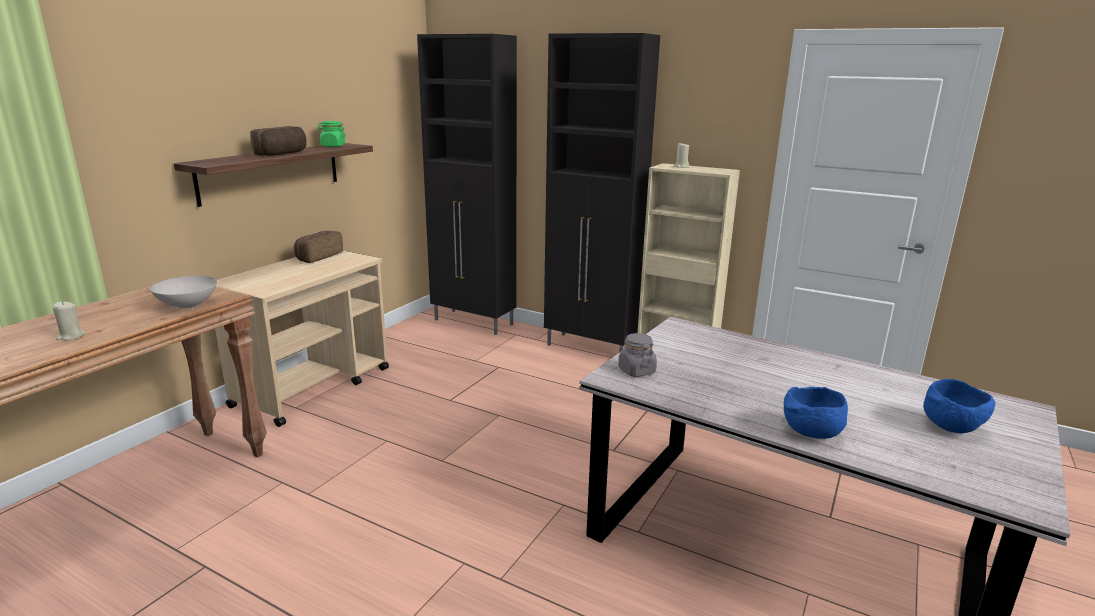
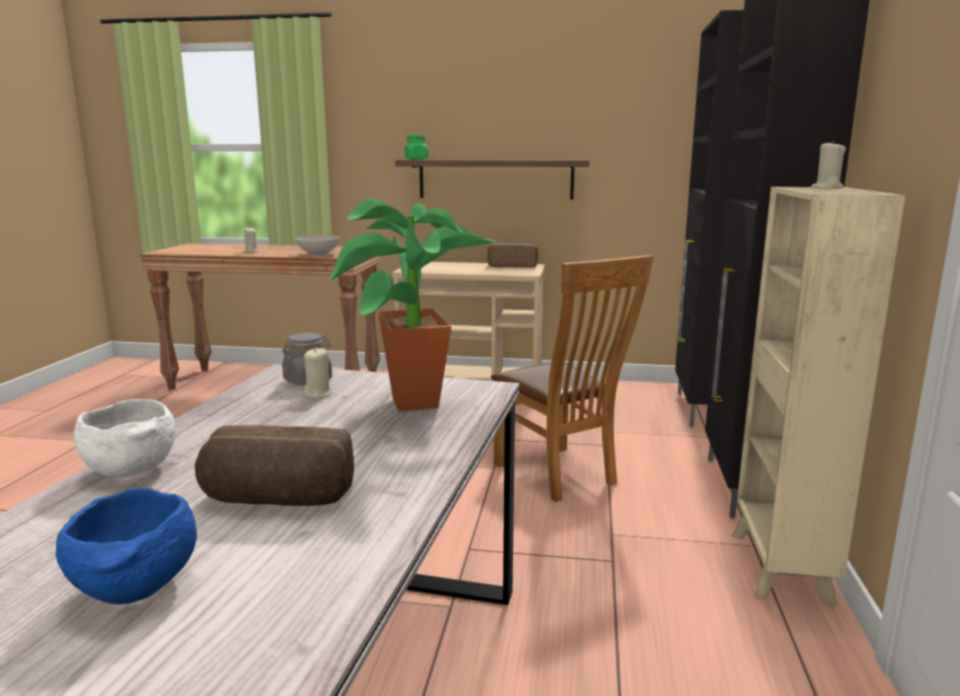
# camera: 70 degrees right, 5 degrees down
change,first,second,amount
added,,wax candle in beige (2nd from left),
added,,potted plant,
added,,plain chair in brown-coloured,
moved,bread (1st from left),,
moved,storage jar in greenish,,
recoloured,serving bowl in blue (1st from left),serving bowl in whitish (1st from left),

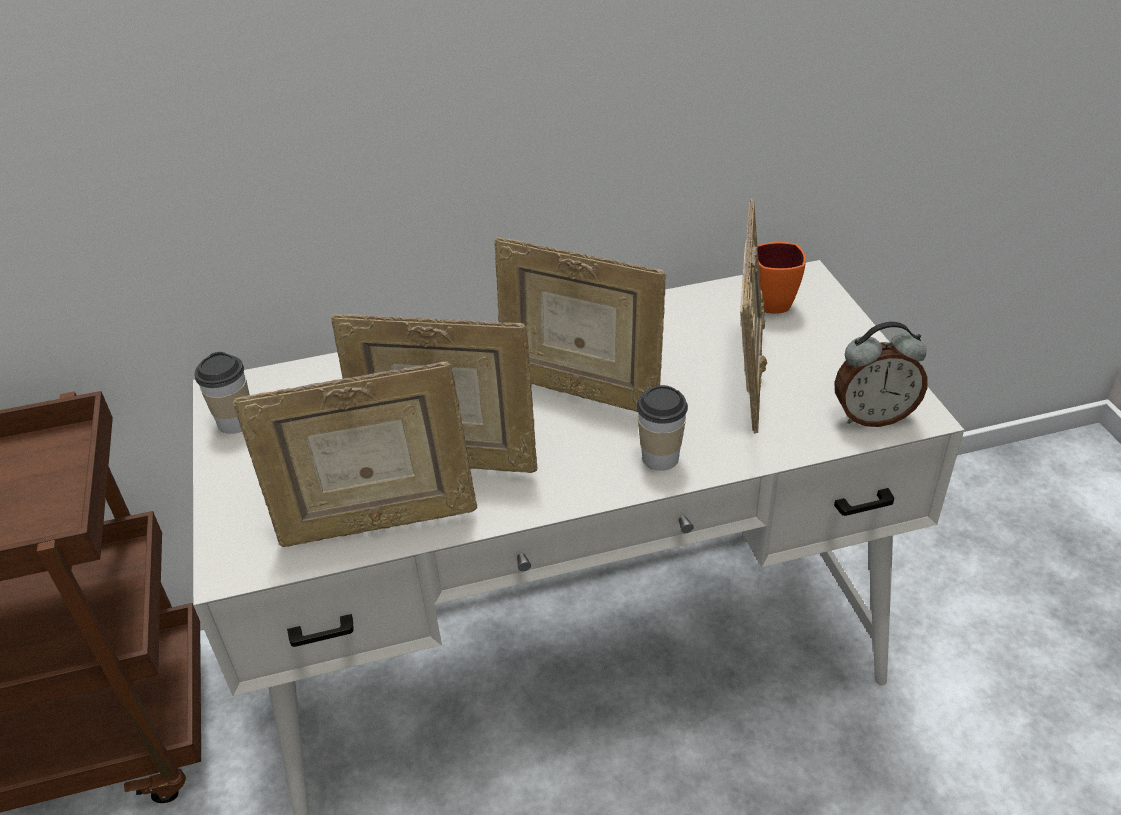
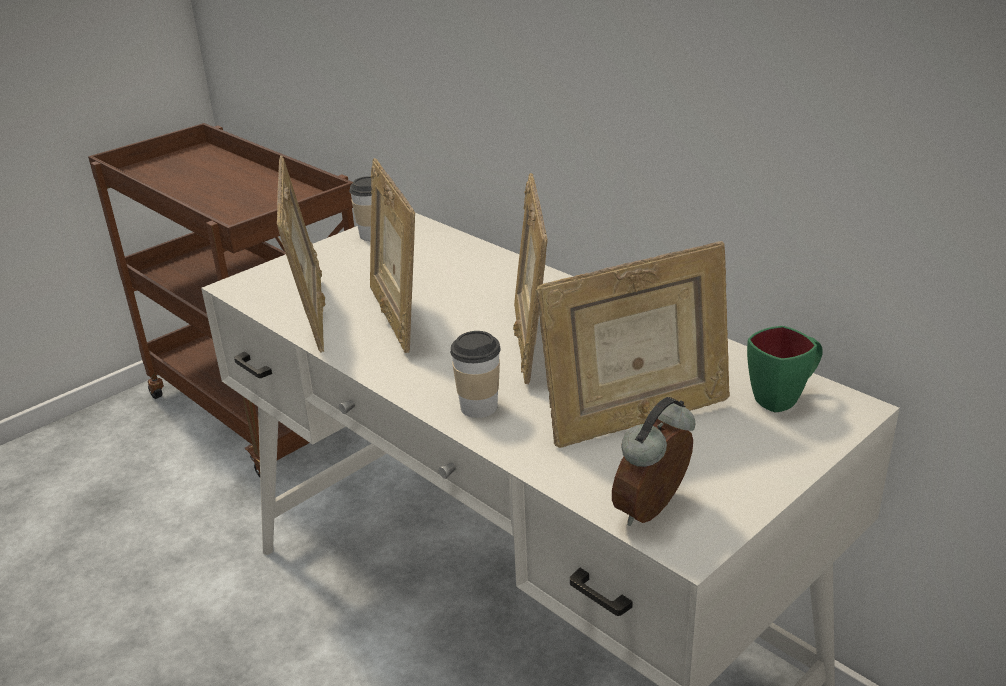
# camera: 60 degrees right, 10 degrees down
change,first,second,amount
recoloured,tea mug in orange-coloured,tea mug in greenish,
turned,photo frame (1st from left),,150 degrees counterclockwise
turned,alarm clock,,75 degrees clockwise

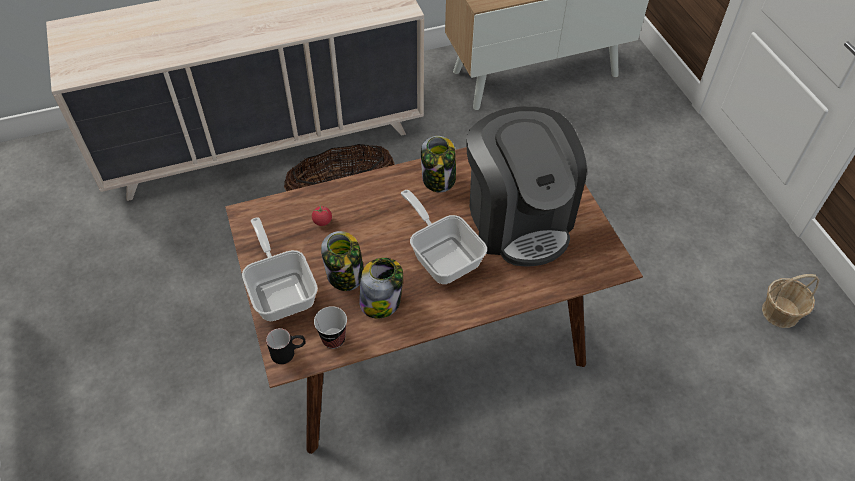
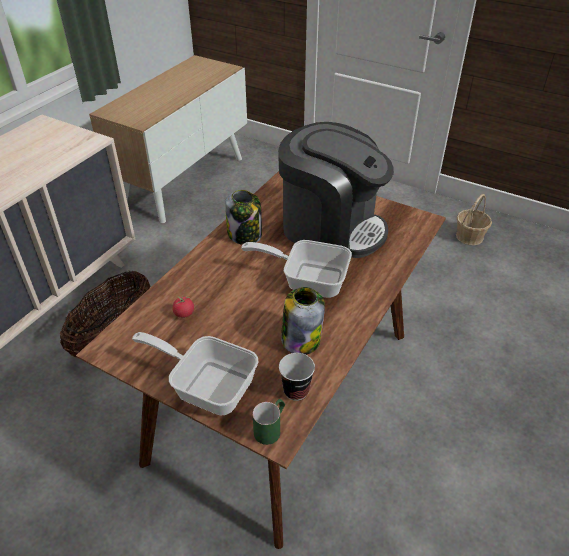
# camera: 40 degrees left, 10 degrees down
change,first,second,amount
removed,storage jar (1st from left),,
recoloured,tea mug in black,tea mug in greenish,

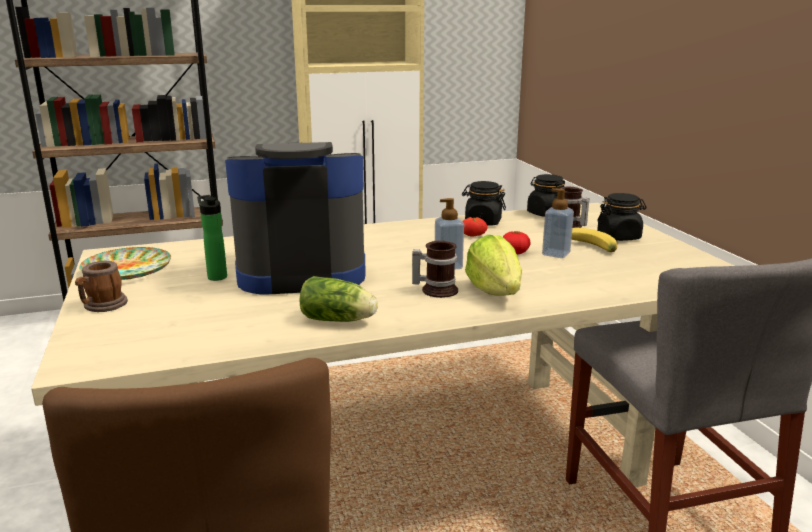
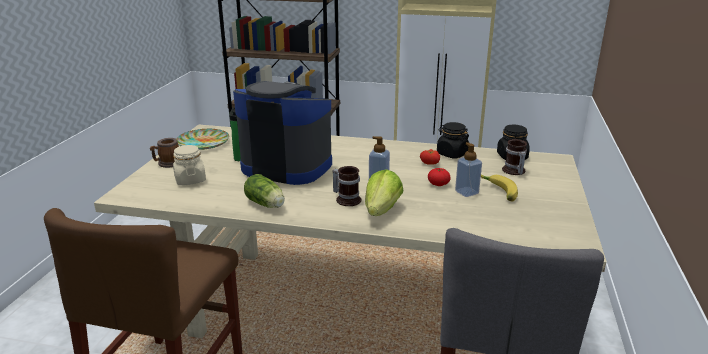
# camera: 30 degrees right, 5 degrees up
change,first,second,amount
removed,storage jar in black (3rd from left),,
added,,storage jar in beige,

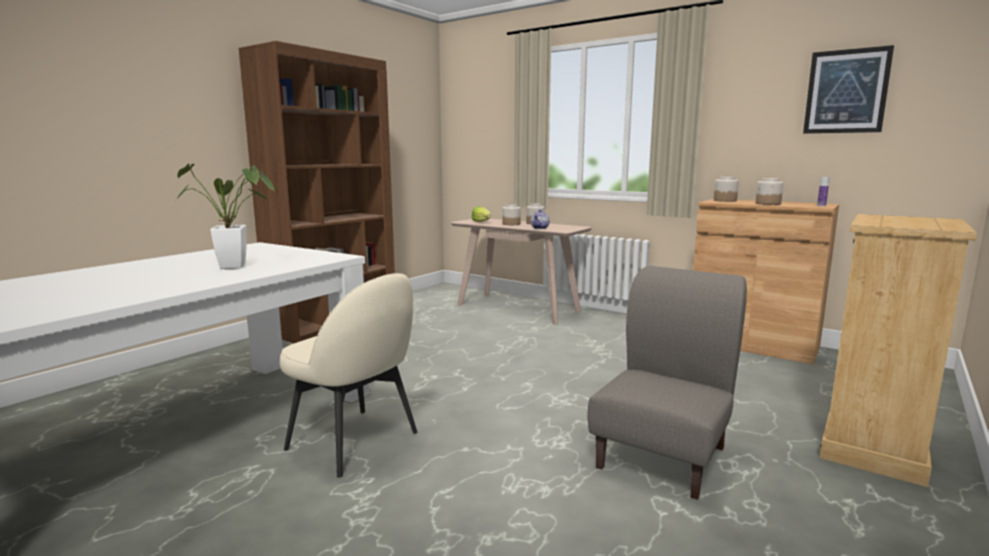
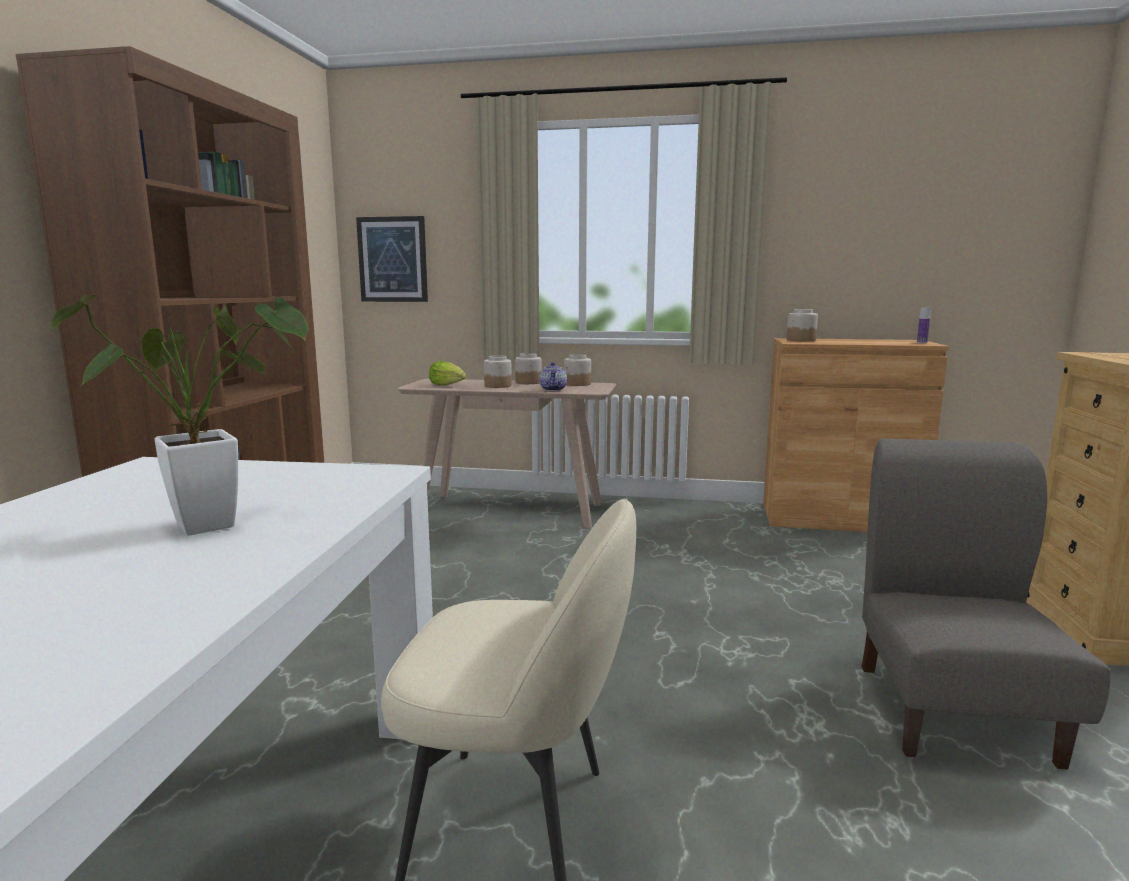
# camera: 25 degrees left, 0 degrees up
change,first,second,amount
moved,storage jar (4th from left in the first image),storage jar (3rd from left),
moved,wall picture,,

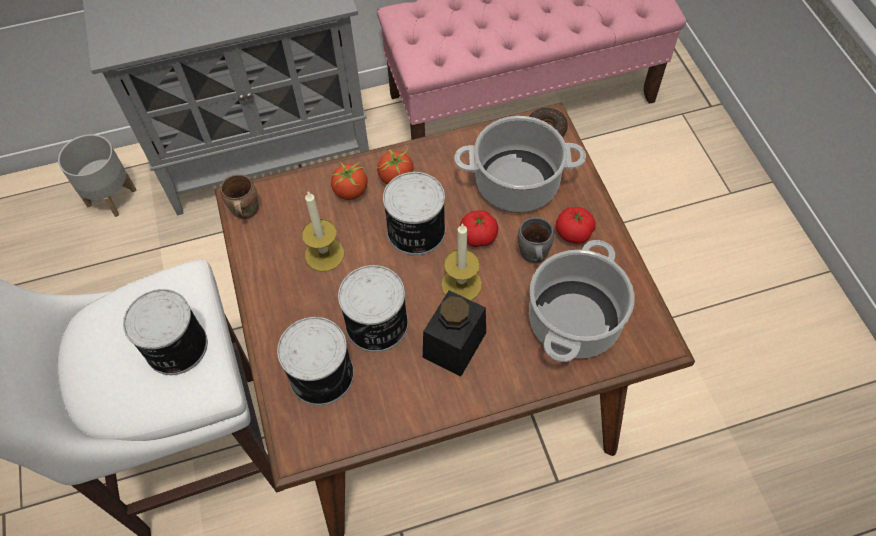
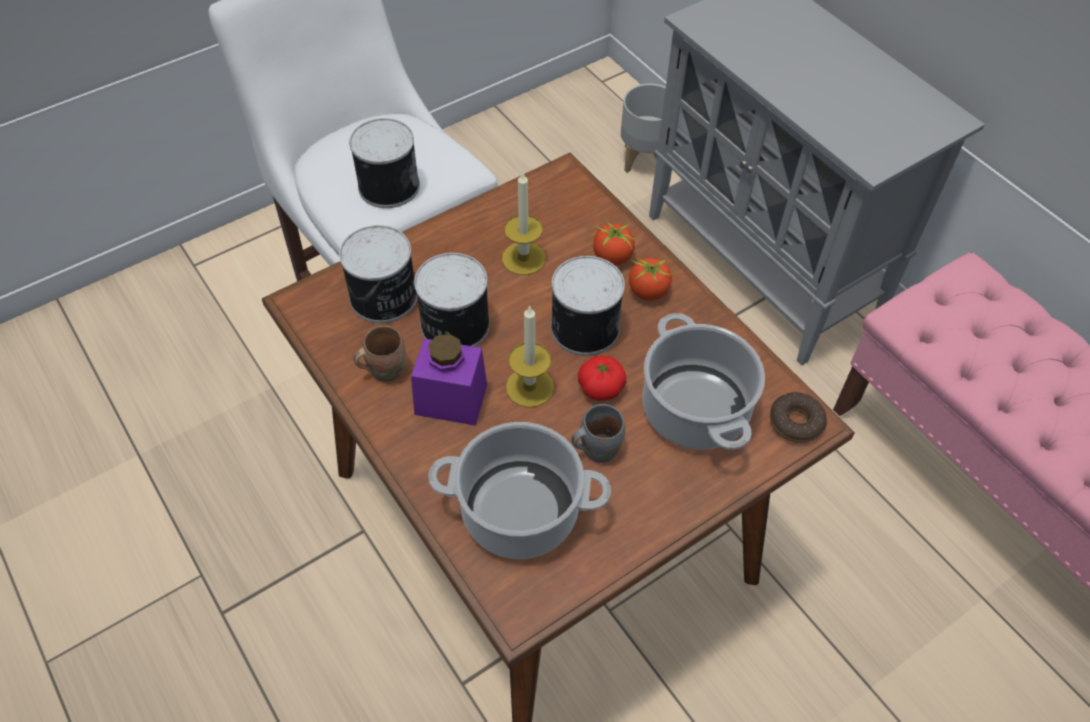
# camera: 70 degrees right, 5 degrees down
change,first,second,amount
removed,tomato (4th from left),,
moved,tea mug in brown-coloured,,
recoloured,storage jar in black,storage jar in purplish,

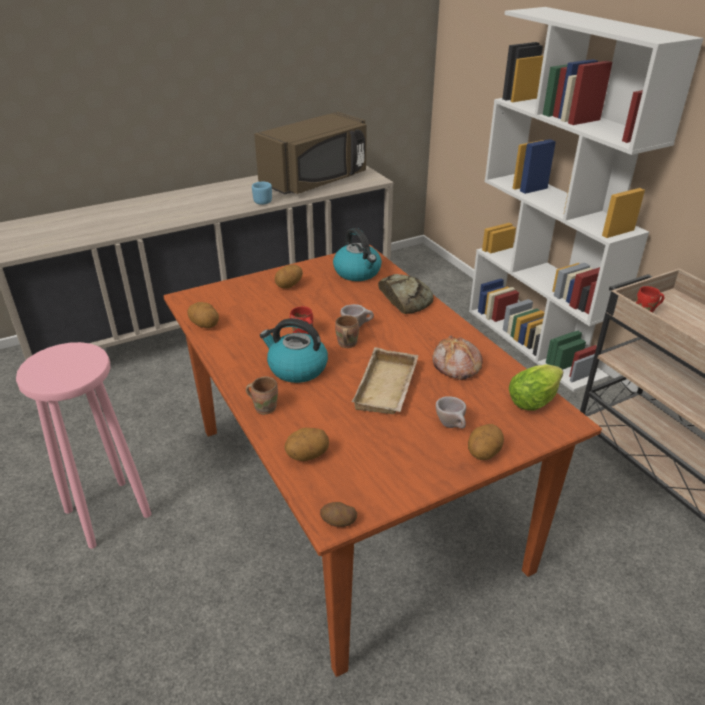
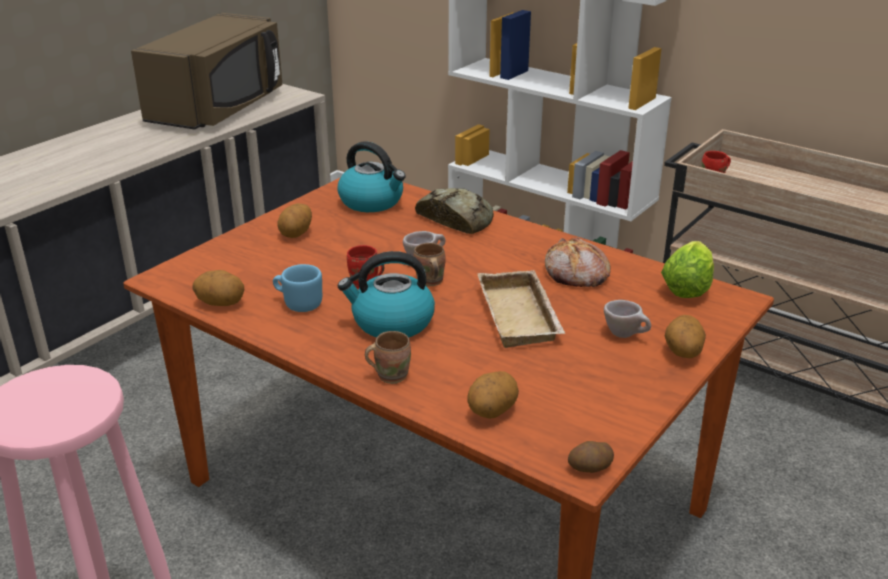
# camera: 25 degrees left, 5 degrees down
change,first,second,amount
moved,tea mug in blue,,

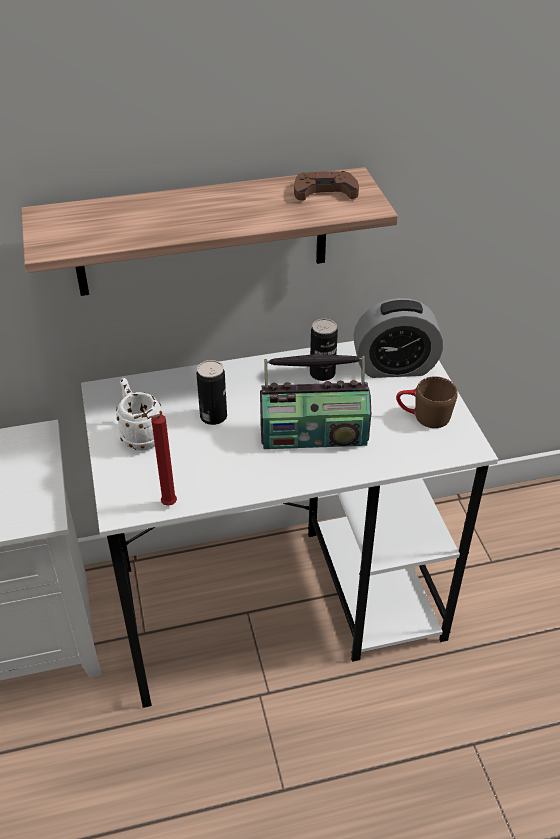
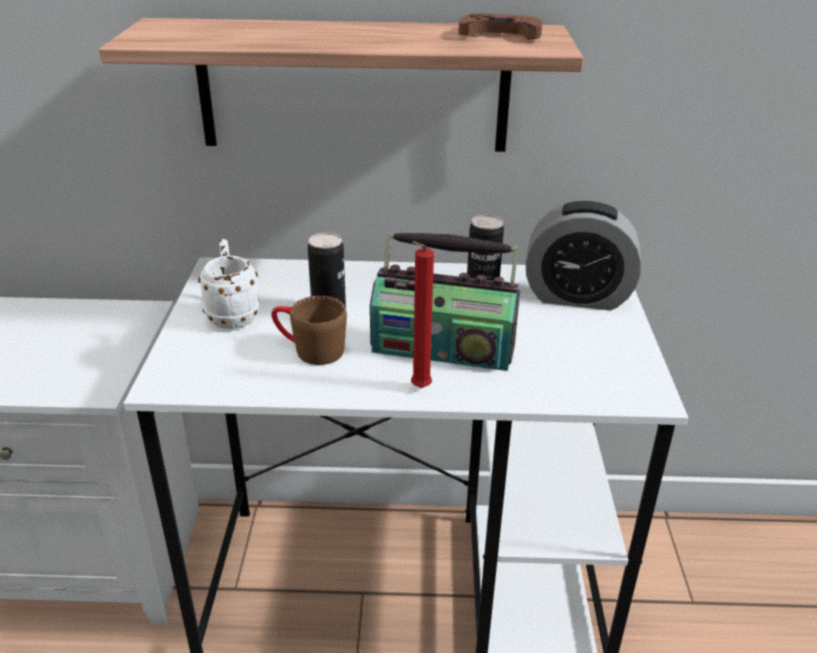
# camera: 15 degrees right, 10 degrees down
change,first,second,amount
moved,wax candle in red,,
moved,tea mug in brown-coloured,,

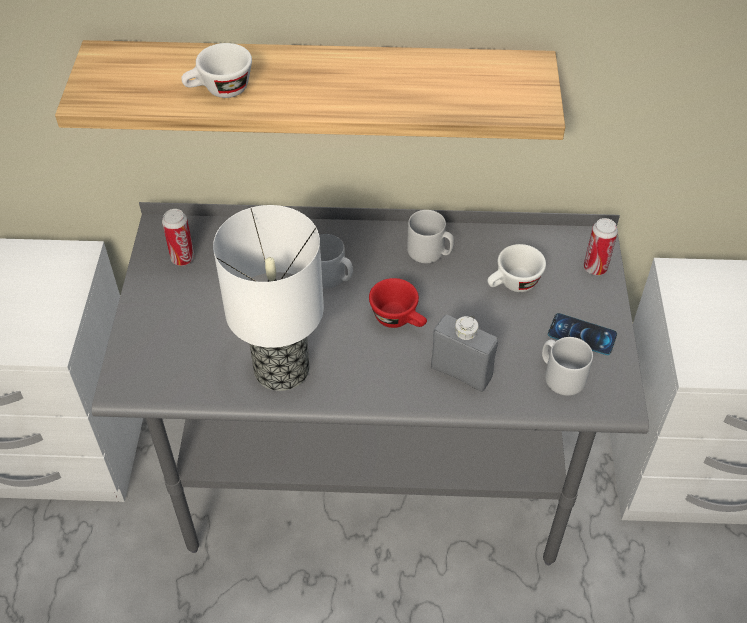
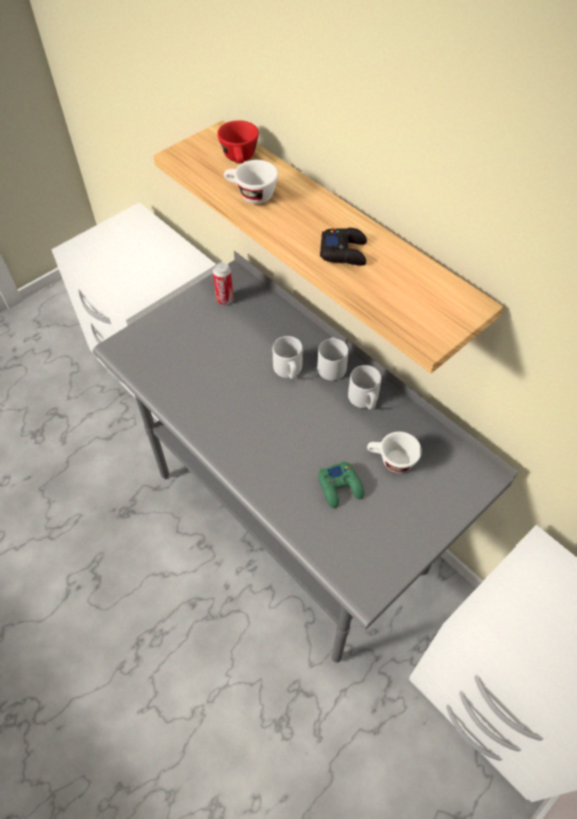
# camera: 45 degrees right, 5 degrees up
change,first,second,amount
removed,lamp for a table,,
removed,beverage bottle in grey,,
removed,phone,,
removed,sealed can (2nd from left),,
added,,joypad in greenish,
added,,joypad in black,
moved,drinking cup in red,,
moved,tea mug in grey (3rd from left in the first image),tea mug in grey (2nd from left),

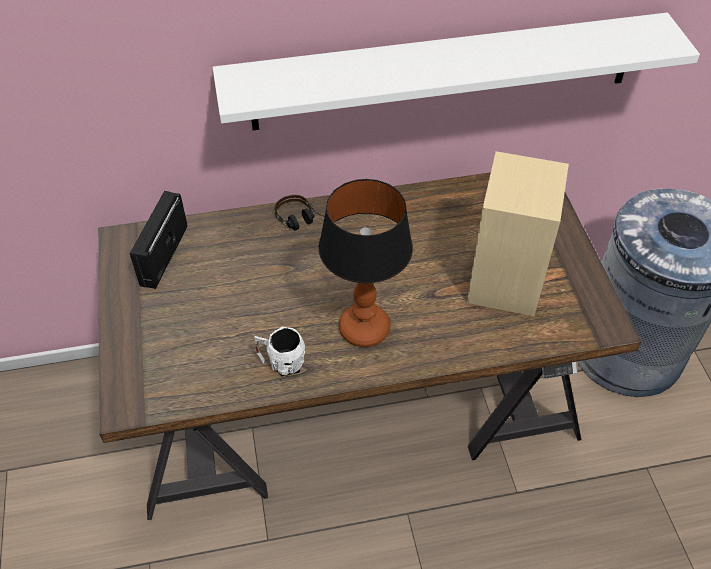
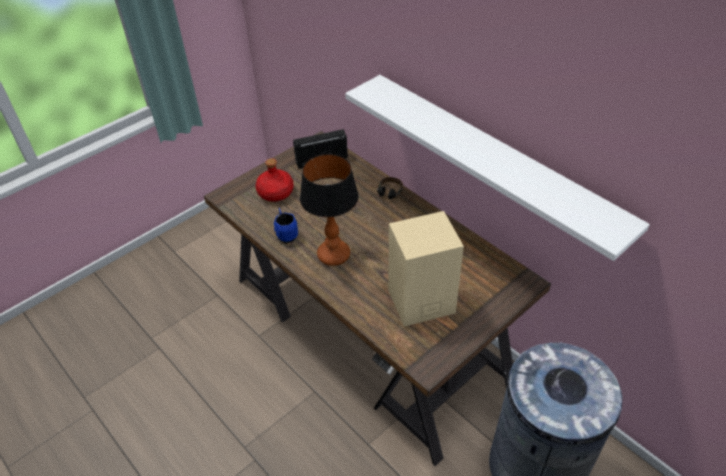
# camera: 60 degrees right, 5 degrees down
change,first,second,amount
added,,beverage bottle in red,
recoloured,tea mug in whitish,tea mug in blue,

